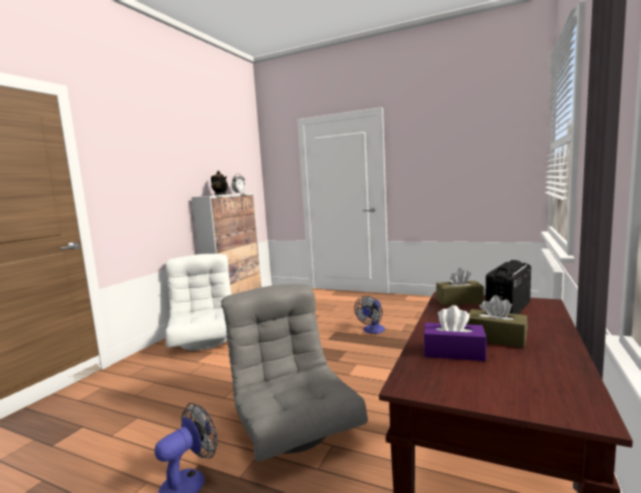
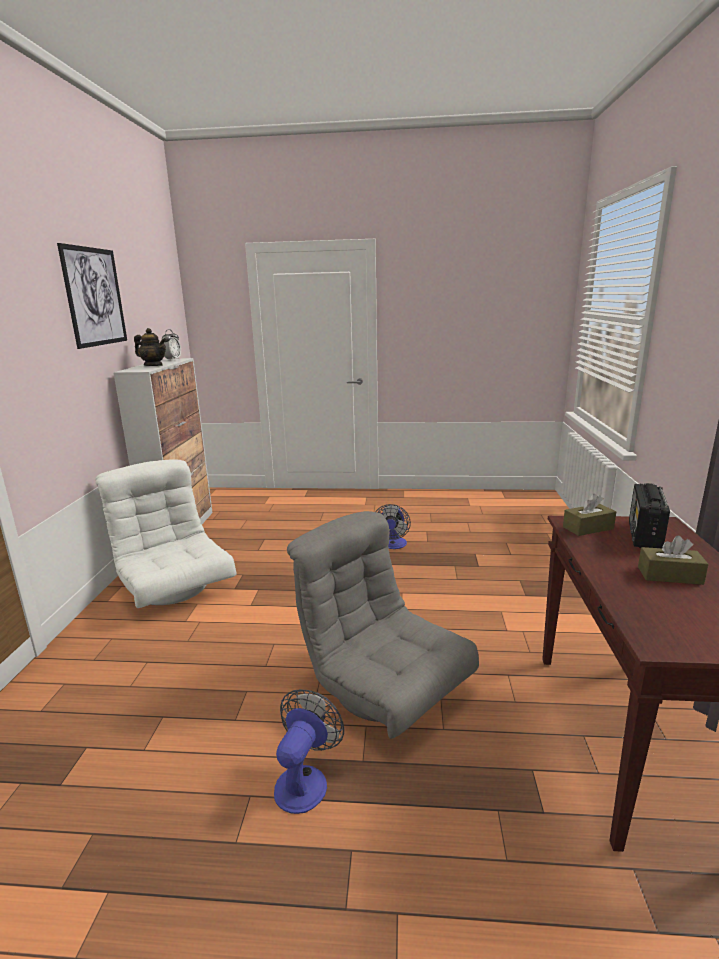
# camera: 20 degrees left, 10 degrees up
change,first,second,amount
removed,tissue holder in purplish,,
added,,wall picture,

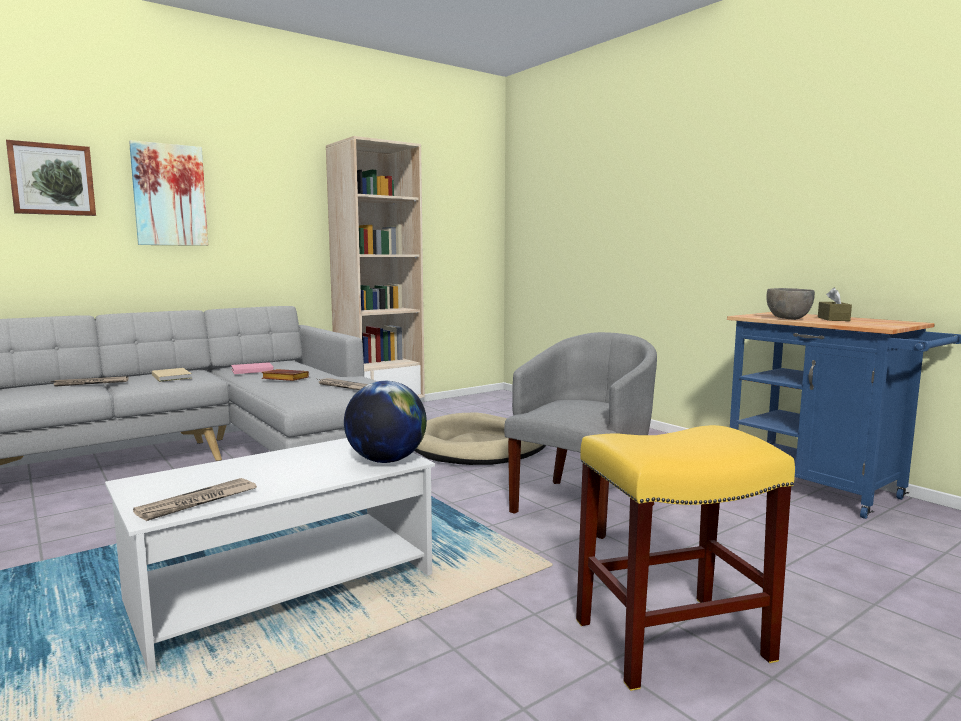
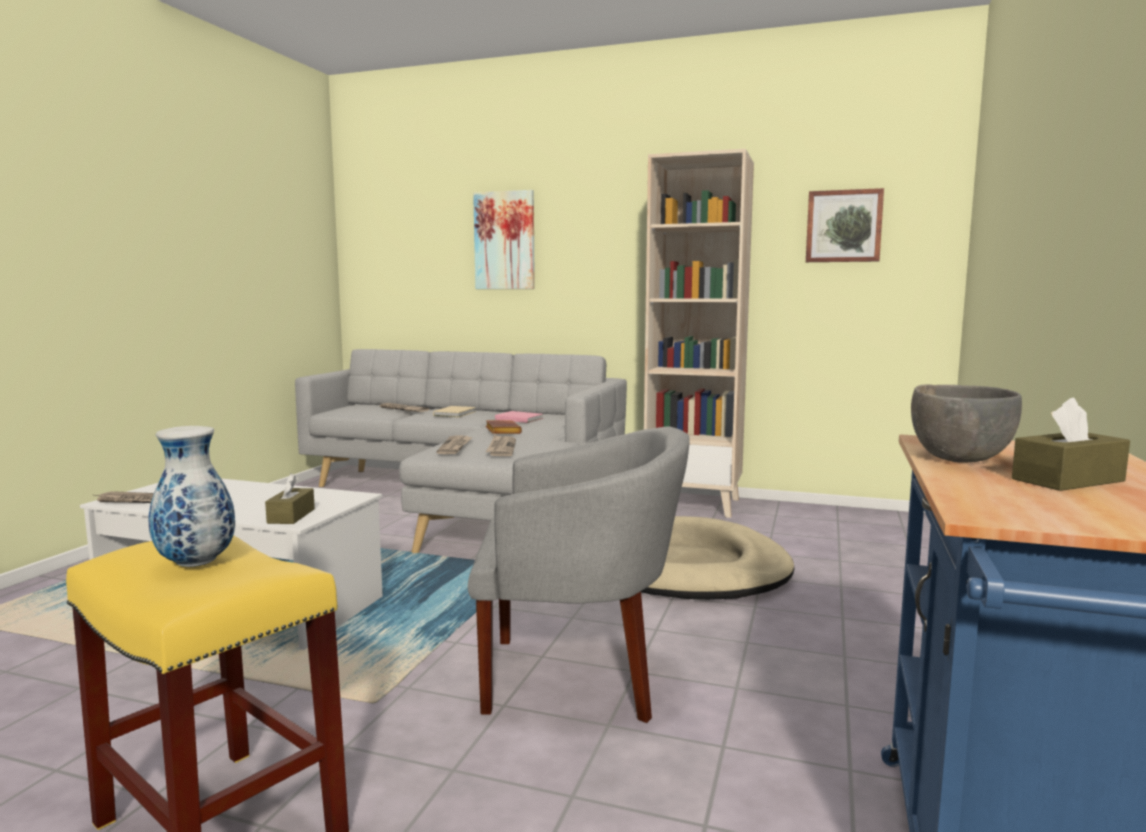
# camera: 55 degrees right, 0 degrees up
change,first,second,amount
added,,decorative vase,
added,,newspaper (3rd from left),
moved,wall picture (1st from left in the first image),wall picture (2nd from left),
replaced,world globe,tissue holder in brown-coloured (1st from left),

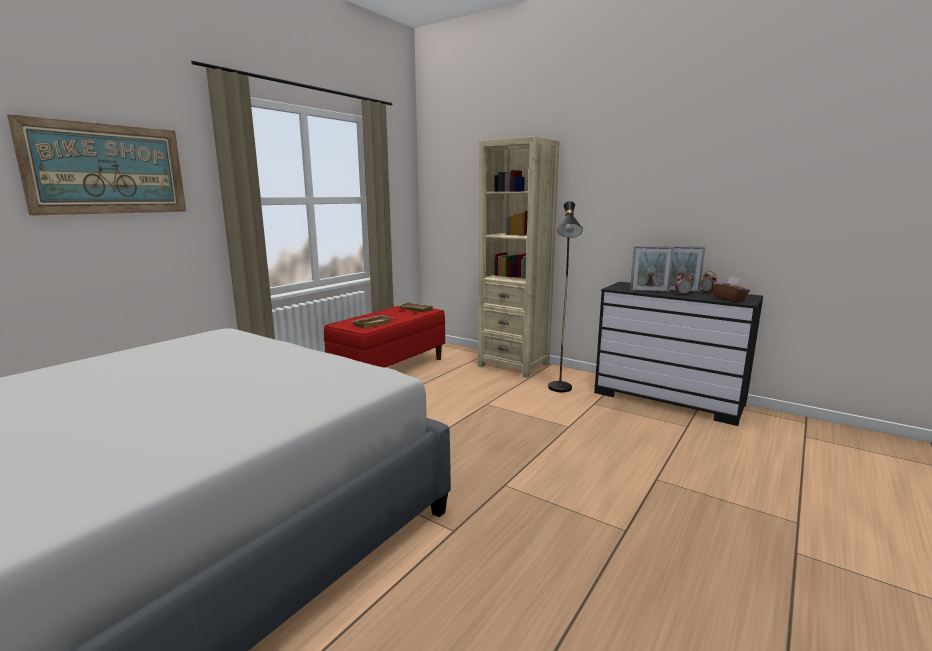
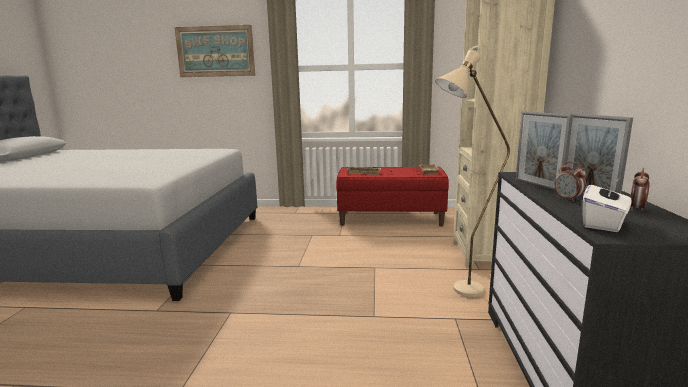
# camera: 60 degrees right, 0 degrees up
change,first,second,amount
recoloured,floor lamp in black,floor lamp in beige,
recoloured,tissue holder in brown-coloured,tissue holder in whitish,

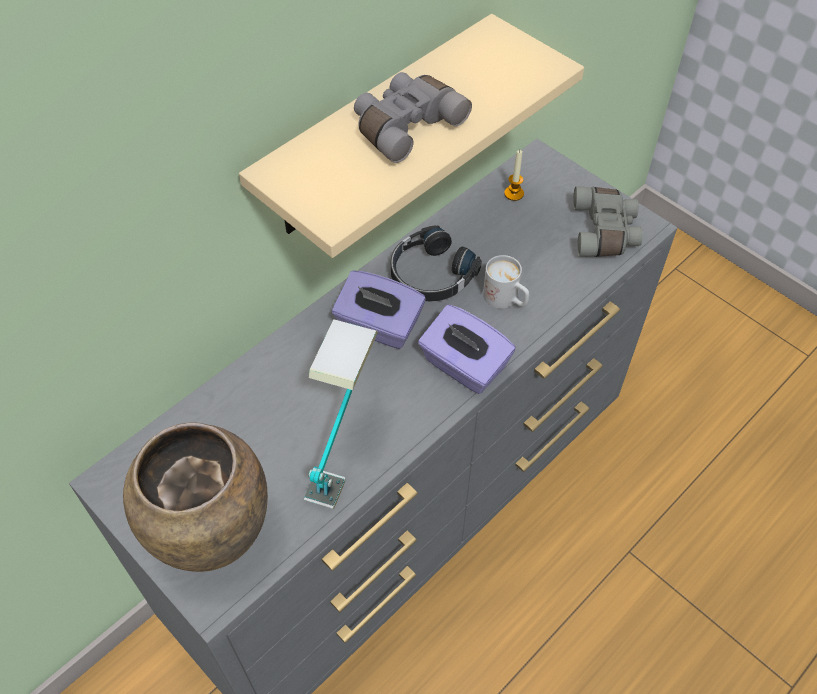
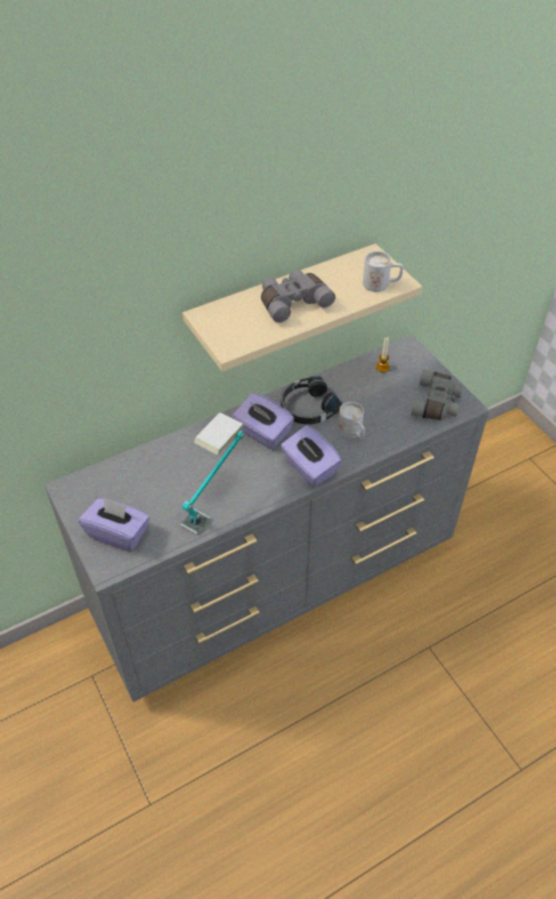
# camera: 15 degrees right, 5 degrees down
change,first,second,amount
added,,tea mug in whitish (2nd from left),
replaced,decorative vase in brown-coloured,tissue holder in purplish (1st from left),

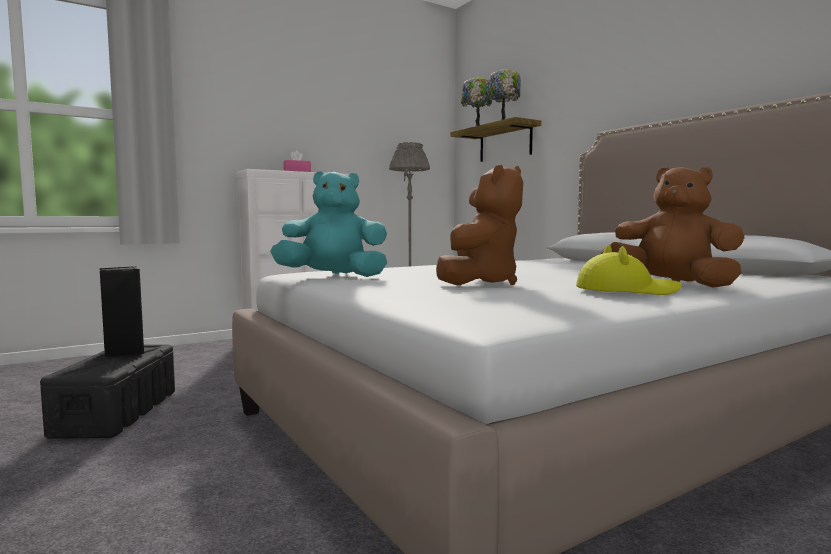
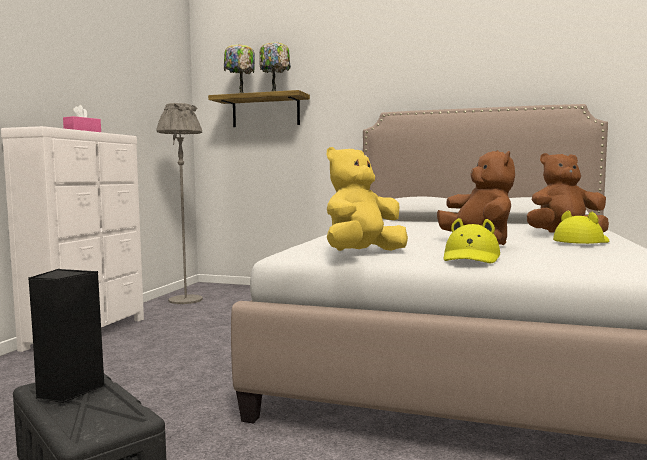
# camera: 40 degrees left, 0 degrees up
change,first,second,amount
added,,hat in yellow (1st from left),
recoloured,plush toy in blue-green,plush toy in yellow,

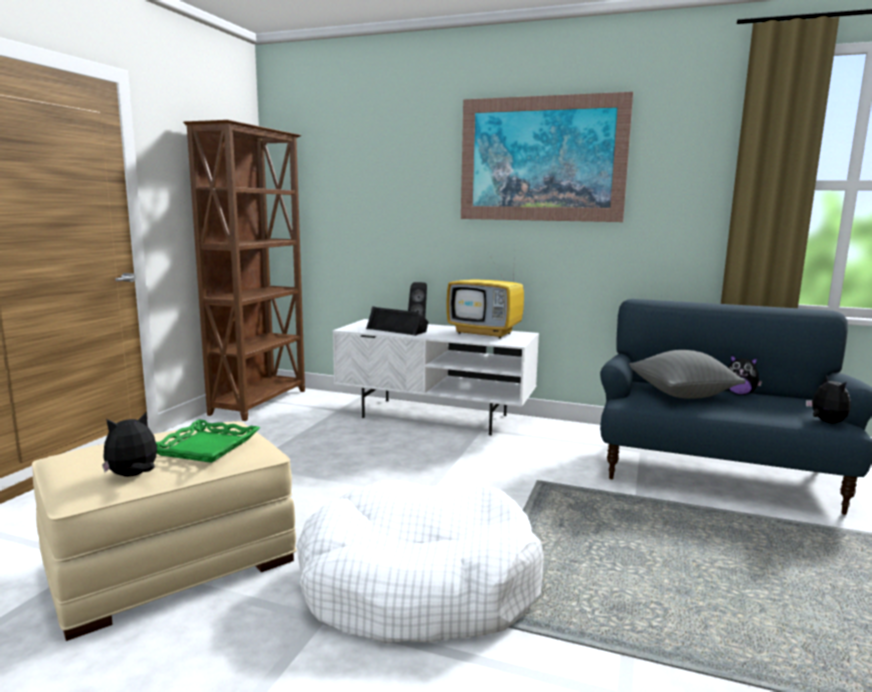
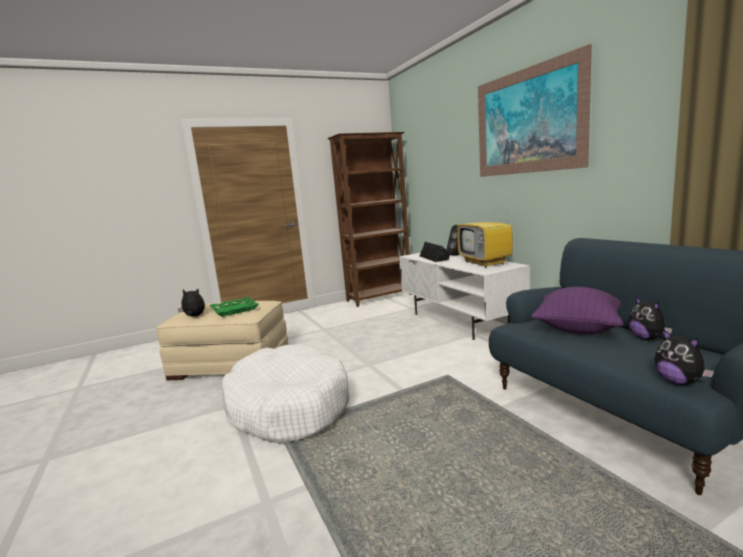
# camera: 45 degrees right, 0 degrees up
change,first,second,amount
recoloured,throw pillow in grey,throw pillow in purplish,
turned,plush toy (3rd from left),,120 degrees clockwise

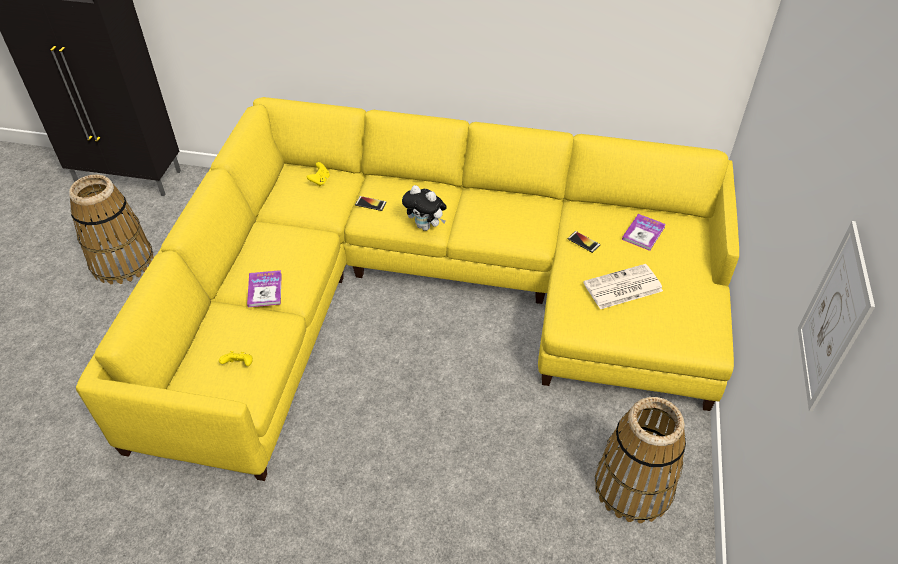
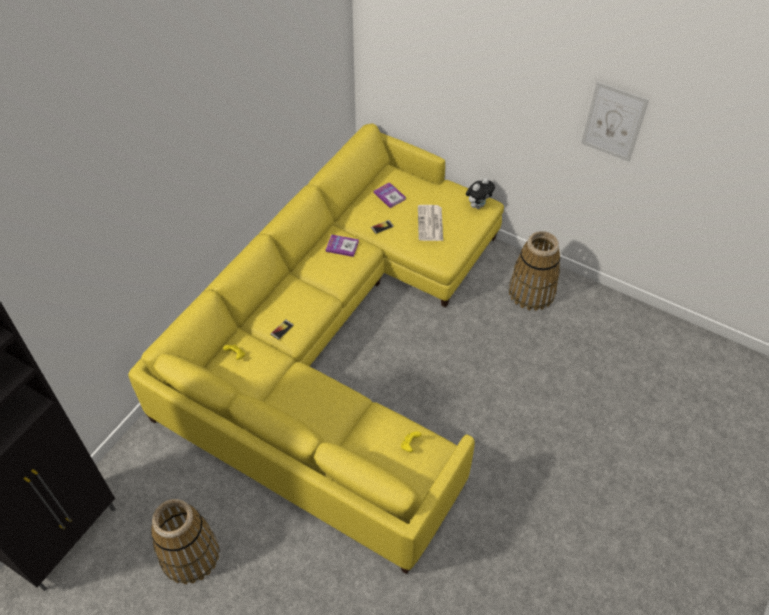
# camera: 70 degrees left, 5 degrees up
change,first,second,amount
moved,bound book (1st from left),,
moved,plush toy,,

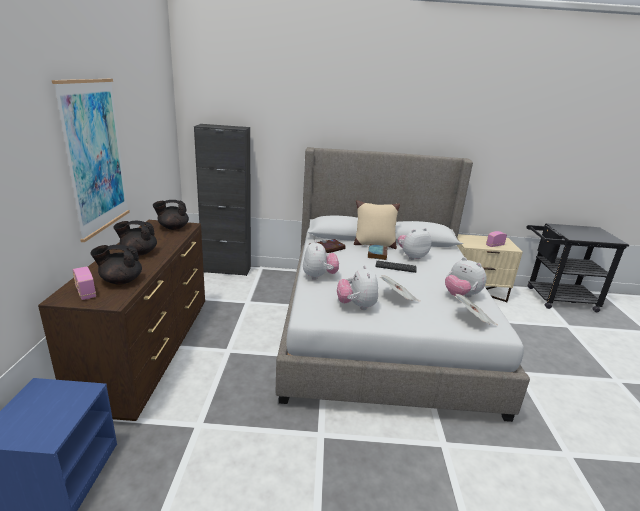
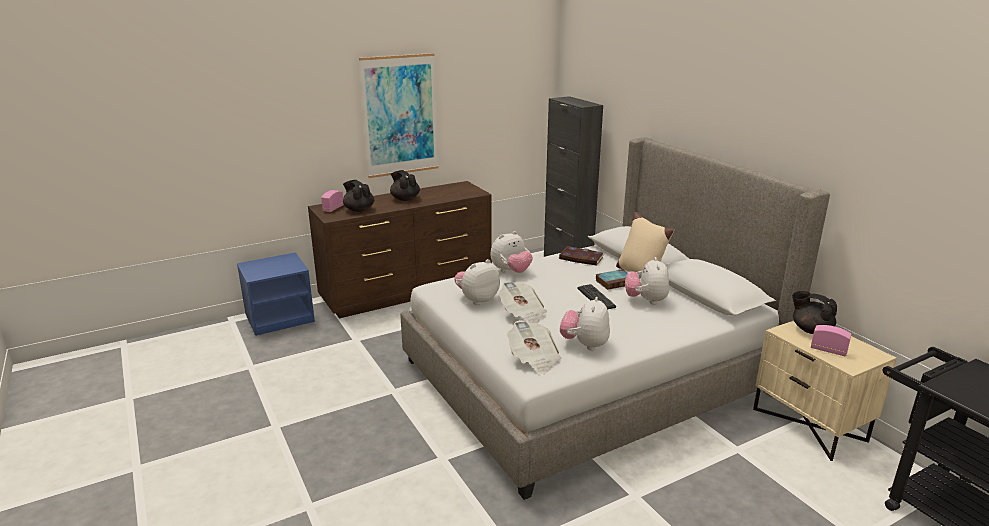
# camera: 60 degrees right, 0 degrees up
change,first,second,amount
moved,tea pot in black (3rd from left),,
turned,plush toy (3rd from left in the first image),plush toy (4th from left),120 degrees counterclockwise

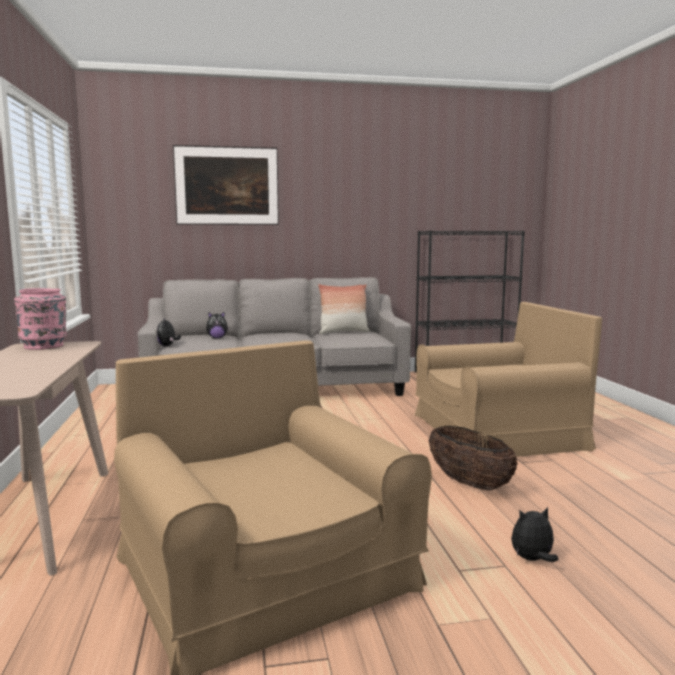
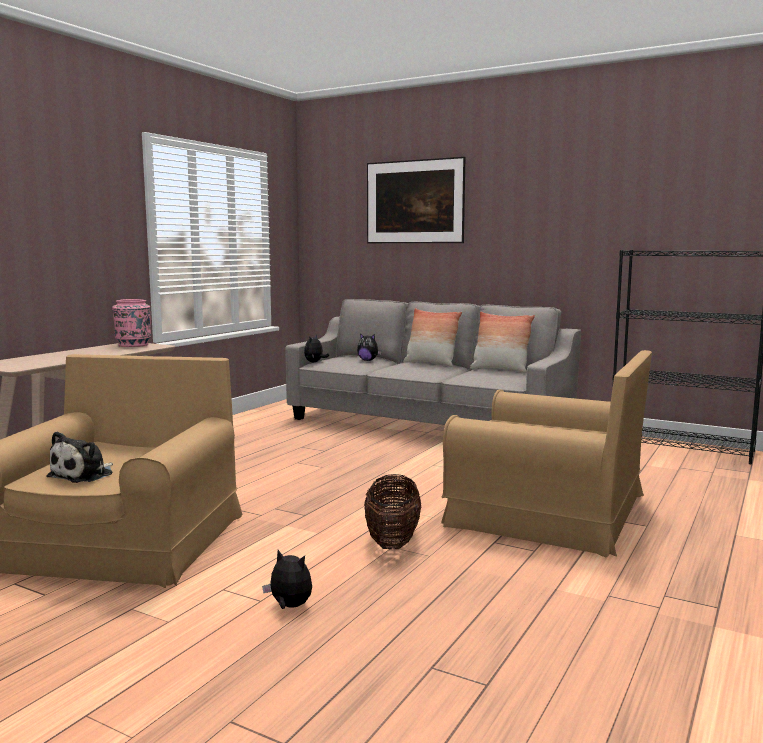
# camera: 40 degrees right, 0 degrees up
change,first,second,amount
added,,plush toy (1st from left),
added,,throw pillow (1st from left),

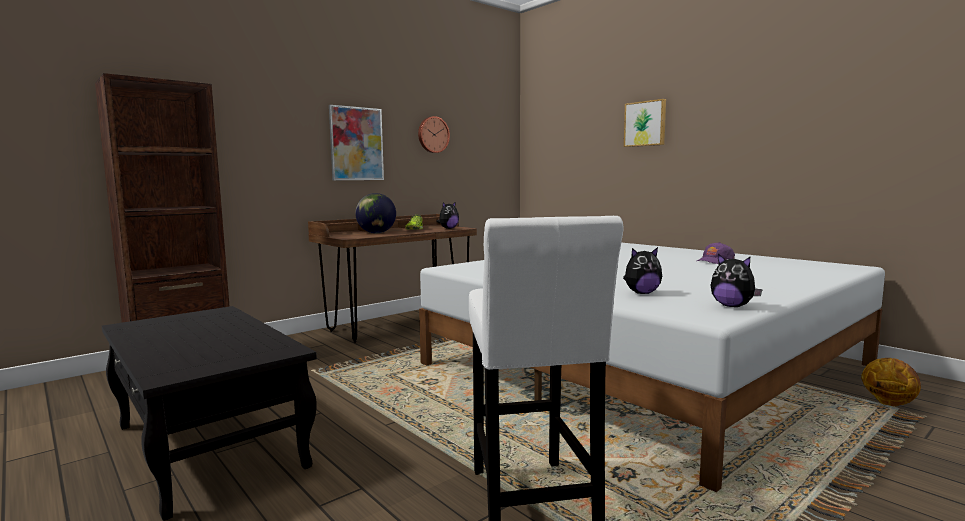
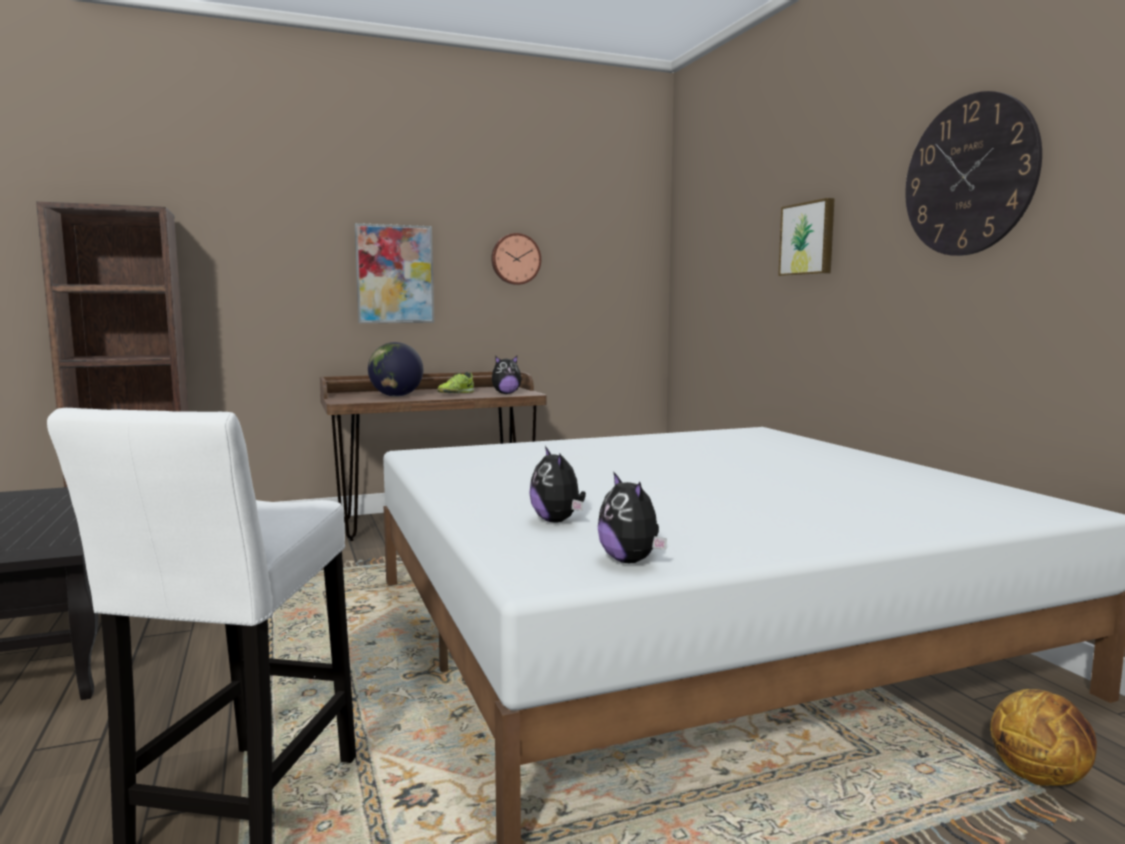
# camera: 20 degrees right, 0 degrees up
change,first,second,amount
removed,cap in purplish,,
added,,clock on the wall (2nd from left),
turned,plush toy (2nd from left),,60 degrees clockwise

